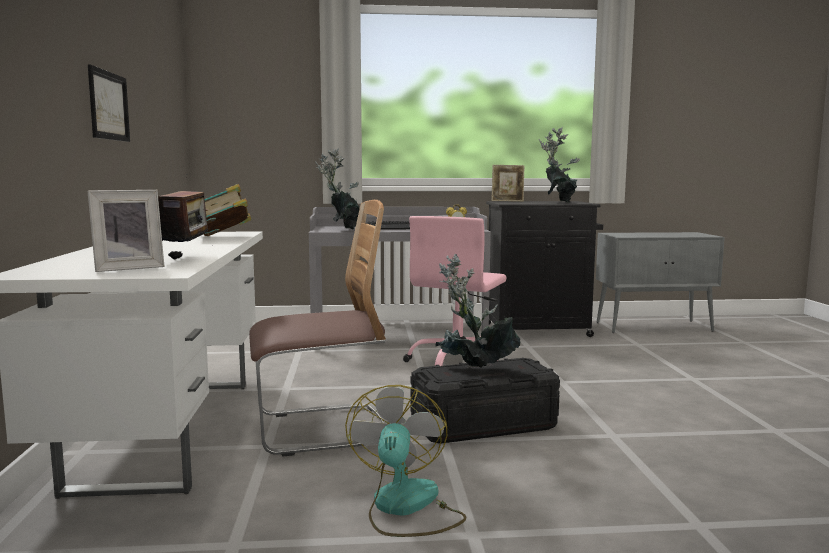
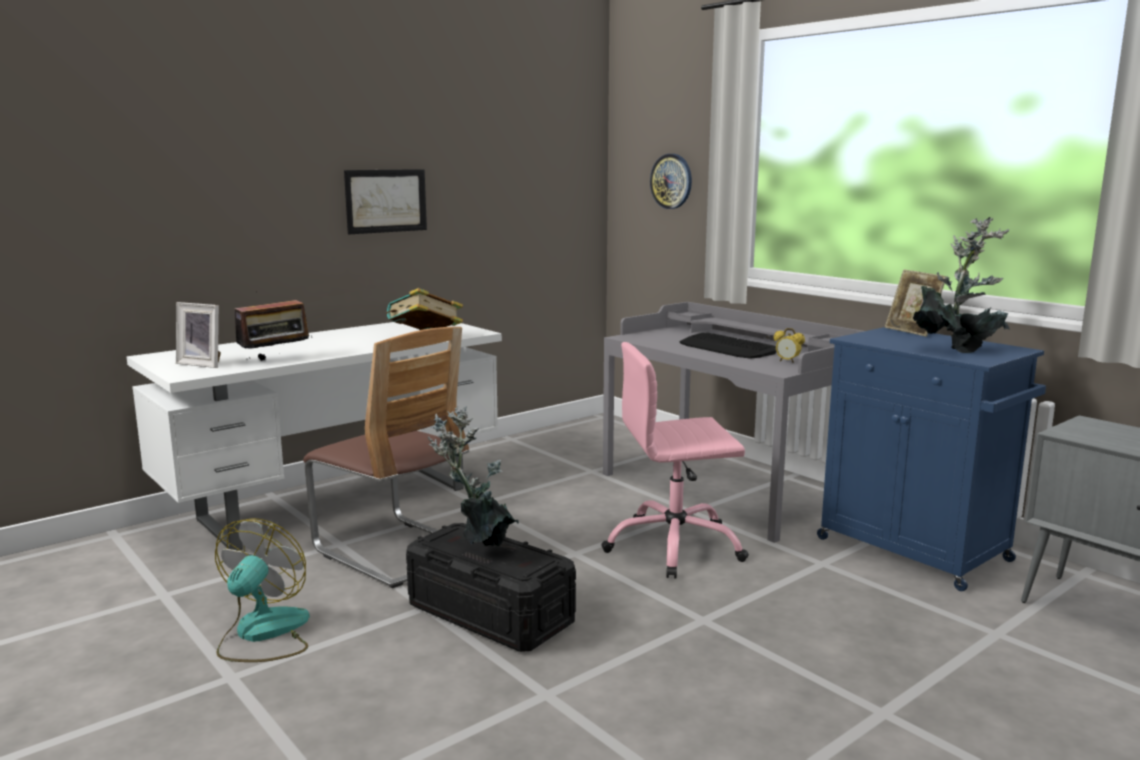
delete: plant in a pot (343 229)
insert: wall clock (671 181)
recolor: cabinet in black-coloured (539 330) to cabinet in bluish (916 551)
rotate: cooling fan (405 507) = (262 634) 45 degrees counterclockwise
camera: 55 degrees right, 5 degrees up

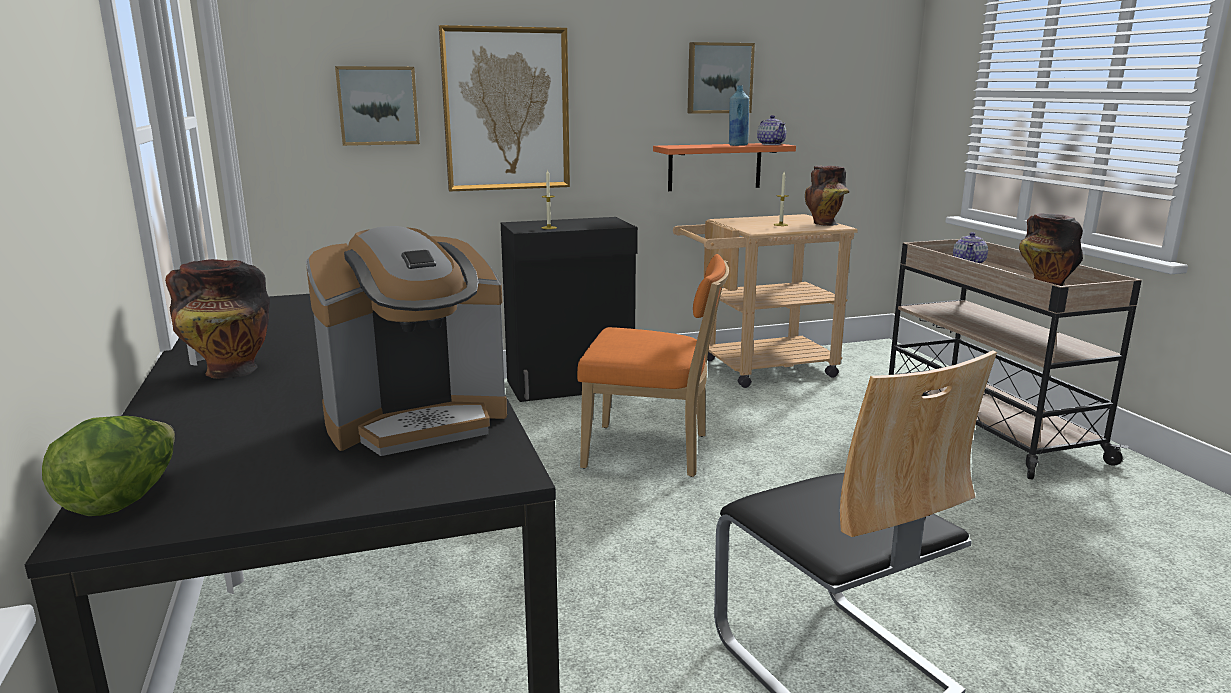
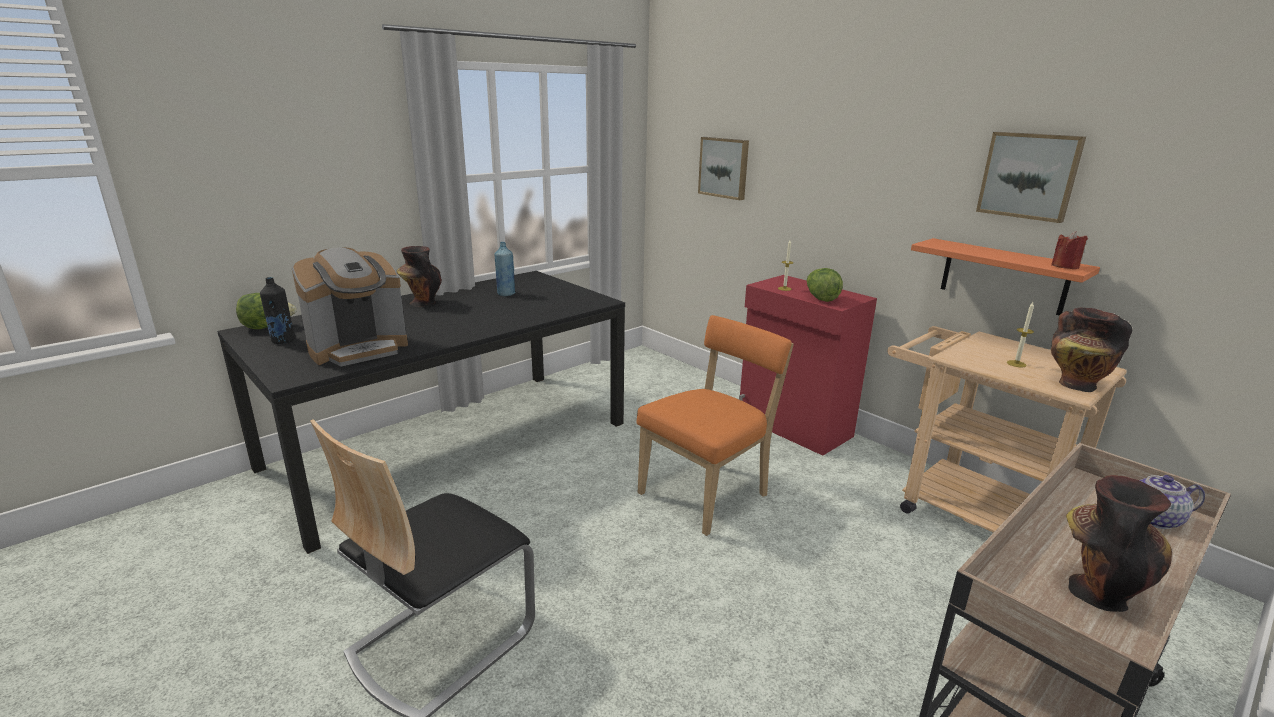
delete: wall picture (506 109)
insert: beverage bottle in black-coloured (283 340); head of lettuce (820 298)
move: beverage bottle in bluish (737 145) to (506 294)
replace: tea pot (771 144) to wax candle in red (1065 266)
recolor: cabinet in black-coloured (571 385) to cabinet in red (793 427)
rotate: coffee maker (416 420) = (359 349) 75 degrees counterclockwise; plain chair in orange-coloured (653 452) = (708 493) 120 degrees counterclockwise
camera: 65 degrees right, 5 degrees up

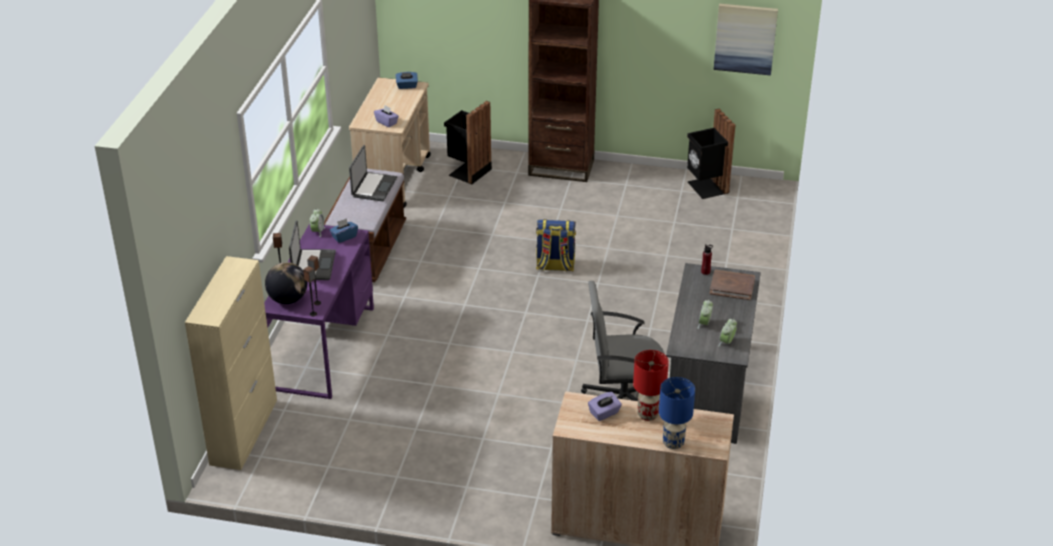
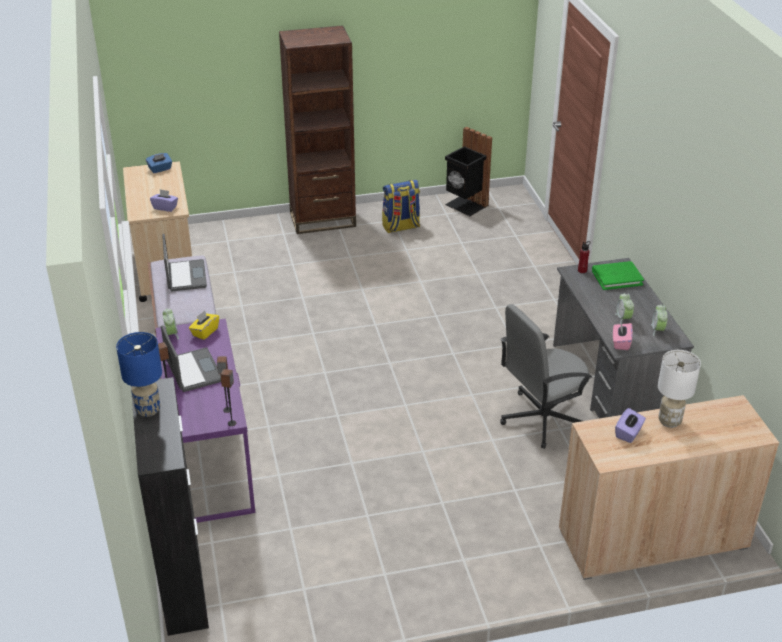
delete: globe (288 299); trash can in black-coloured (468 171); wall picture (745 38)
insert: box of tissues in pink (621 343)
move: table lamp in bluish (673 443) to (148 410); knapsack (555 266) to (401 227)
recolor: cabinet in beige (244 431) to cabinet in black-coloured (183 581); box of tissues in bluish (344 237) to box of tissues in yellowish (205 332); book in brown-coloured (732 287) to book in green (617 277); table lamp in red (648 415) to table lamp in white (670 421)
camera: 25 degrees left, 0 degrees up

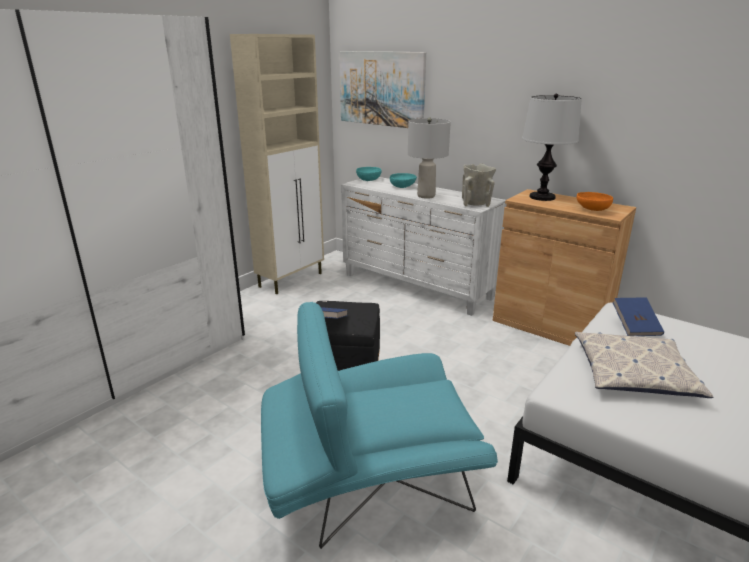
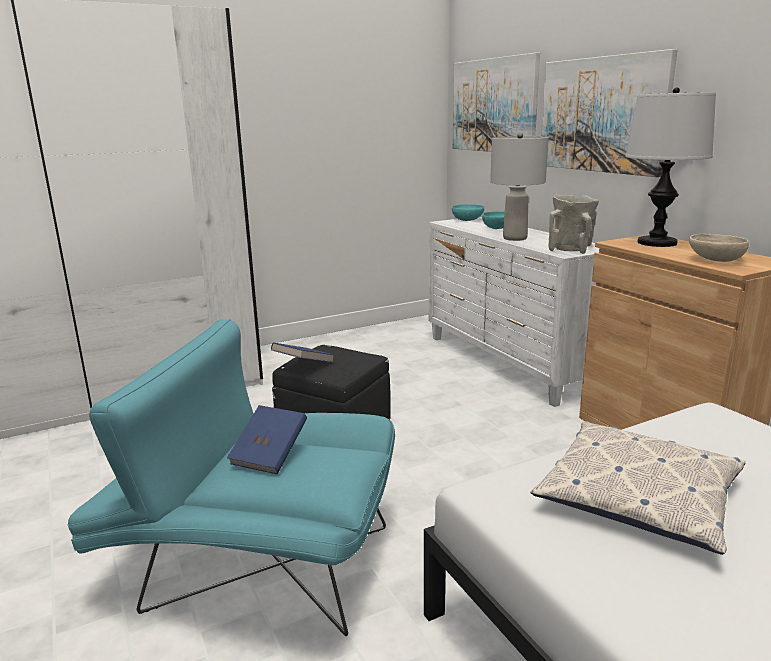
delete: cabinet in beige (291 280)
insert: wall picture (601 115)
move: book in bluish (635 327) to (270 455)
recolor: bowl in orange-coloured (592 209) to bowl in beige (714 260)
camera: 25 degrees right, 5 degrees down

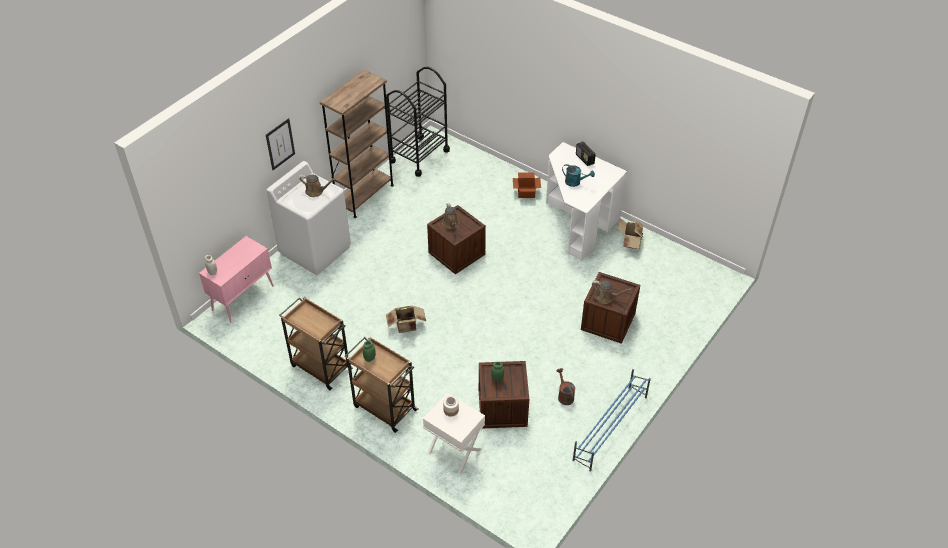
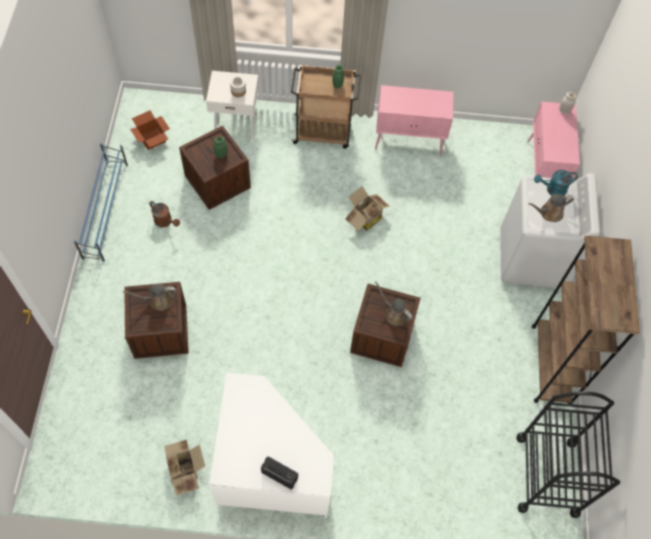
delete: wall picture (280 144)
move: cardboard box (526 192) to (152 139); watering can in blue-green (575 182) to (552 190)
replace: wheeled cart in brown-coloured (320 367) to cabinet in pink (409 140)
camera: 145 degrees right, 15 degrees up

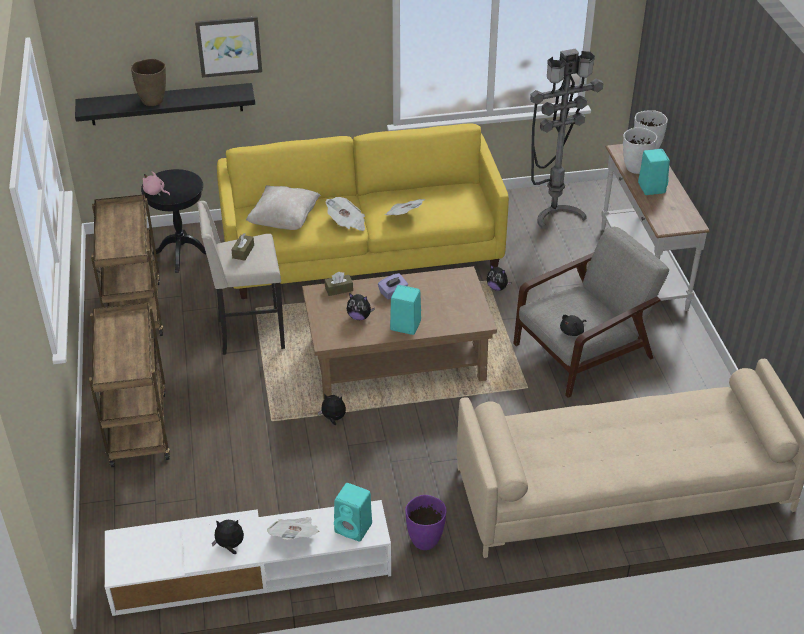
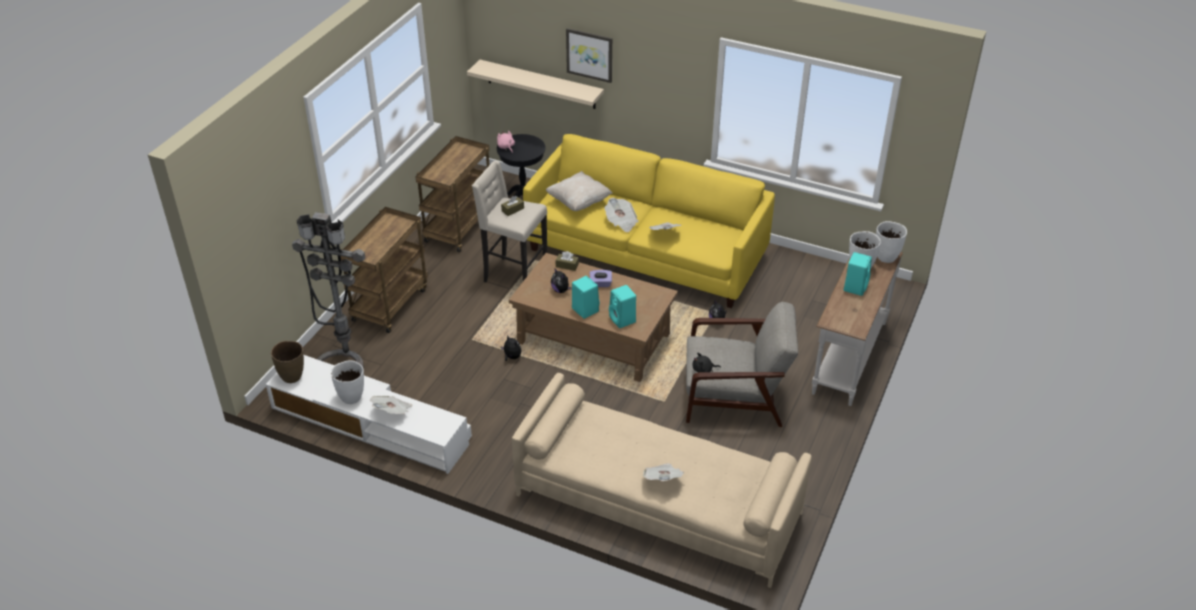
delete: flower vase in purple-coloured (424 540)
insert: newspaper (662 479)
move: flower vase in brown-coloured (153 101) to (292 376); floor lamp in grey (555 212) to (345 356); speaker in blue-green (354 528) to (623 320)
replace: soft toy (230 546) to flower vase in white (351 397)
recolor: bracket shelf in black-coloured (166 104) to bracket shelf in beige (541 84)
camera: 35 degrees right, 0 degrees up

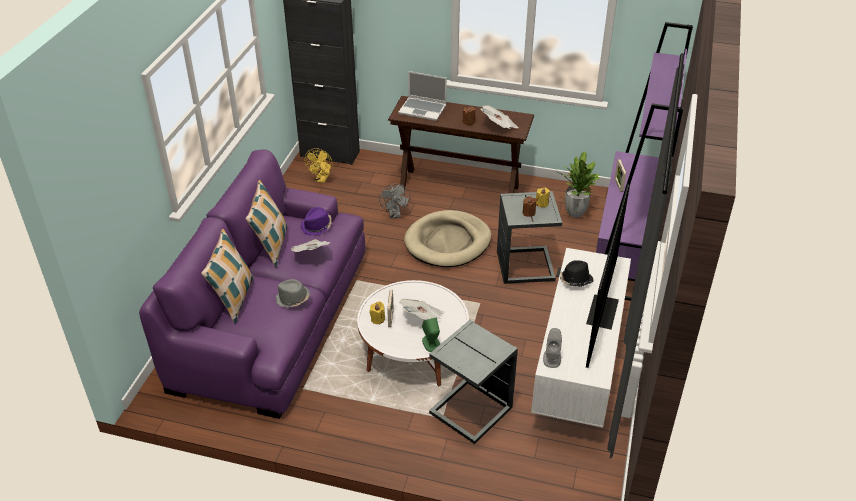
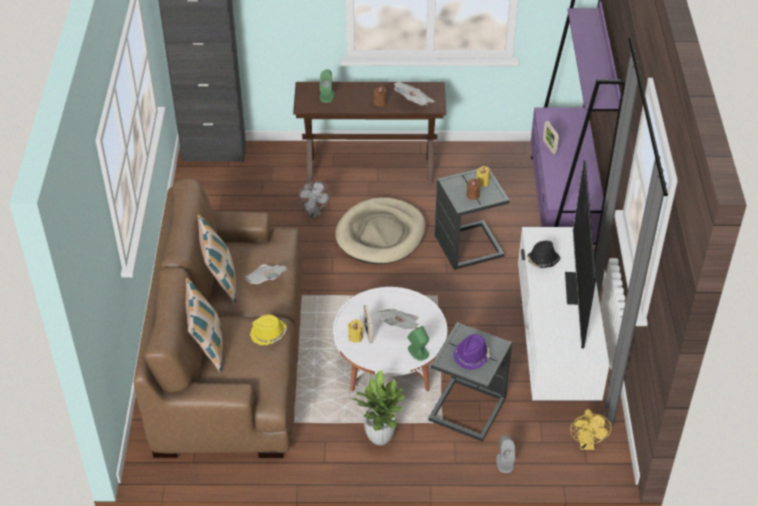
move: plant in a pot (575 212) to (379 437); wearable hat in purple-coloured (317 226) to (472 356); speaker in grey (552 358) to (505 462); cooling fan in yellowish (321 179) to (587 444)
replace: laptop (423 110) to speaker in green (327 95)
recolor: settee in purple-coloured (271 319) to settee in brown-coloured (230 355); wearable hat in grey (292 299) to wearable hat in yellowish (268 334)
camera: 15 degrees left, 5 degrees up

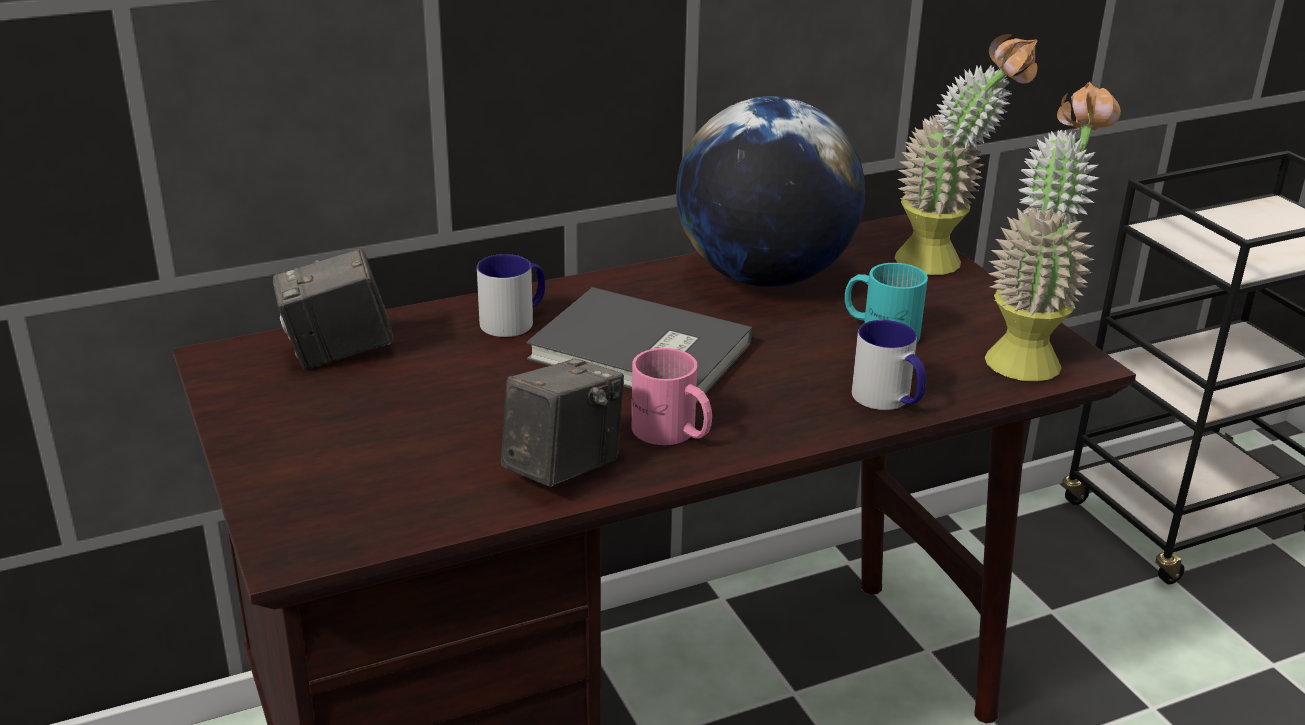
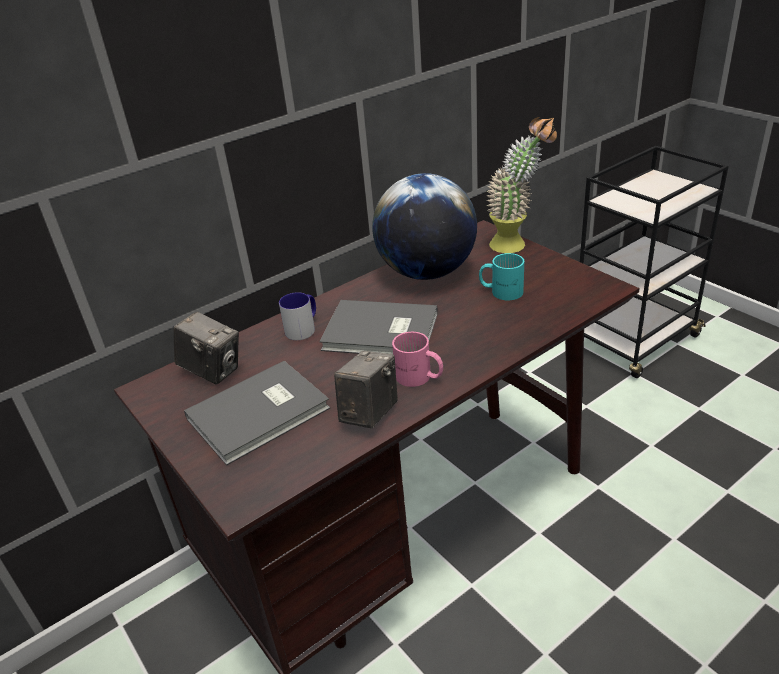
delete: mug (889 400); plant in a pot (1029 354)
insert: book in grey (261 414)
rotate: still camera (338 353) = (212 371) 120 degrees counterclockwise
camera: 10 degrees left, 5 degrees up

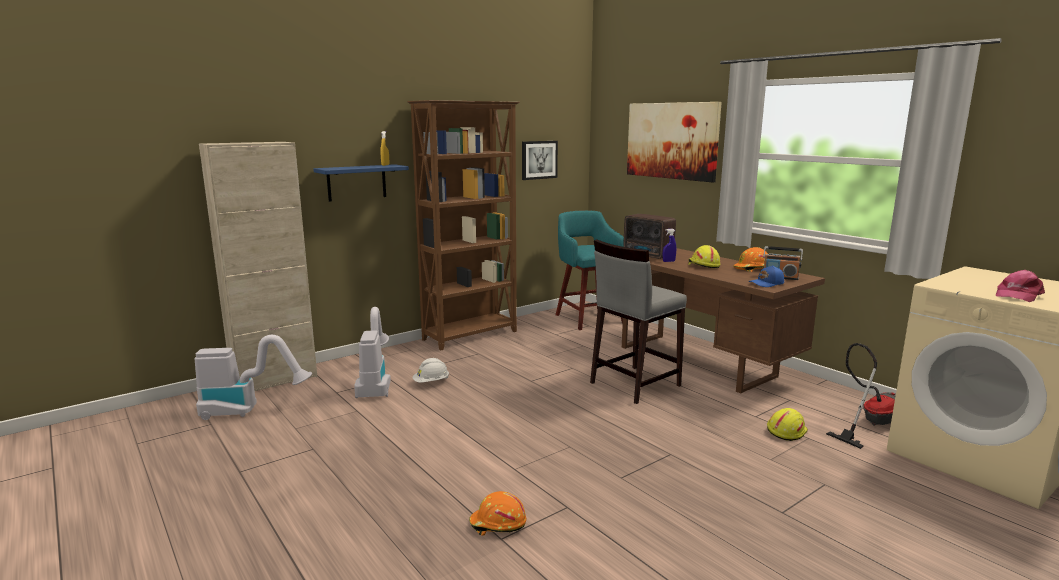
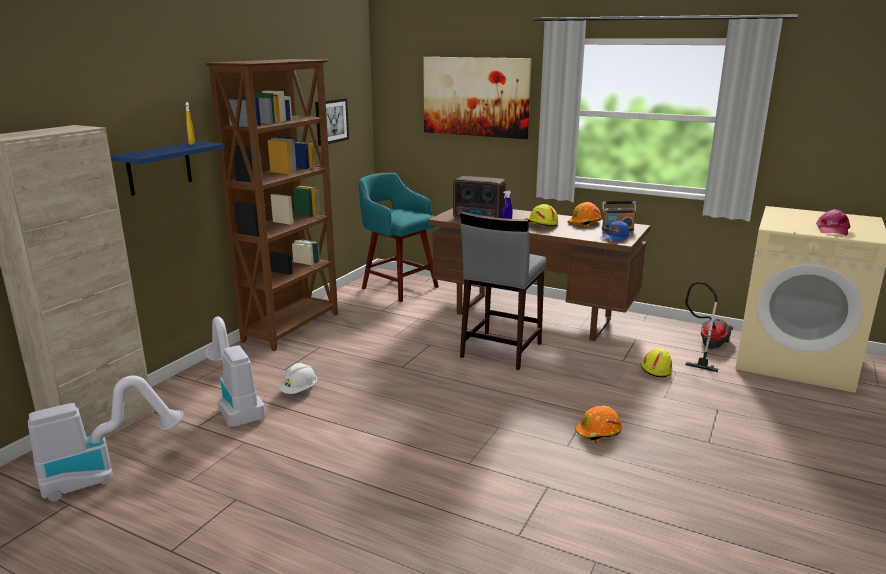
move: work helmet in orange-coloured (497 524) to (598 432)
camera: 25 degrees left, 5 degrees up

